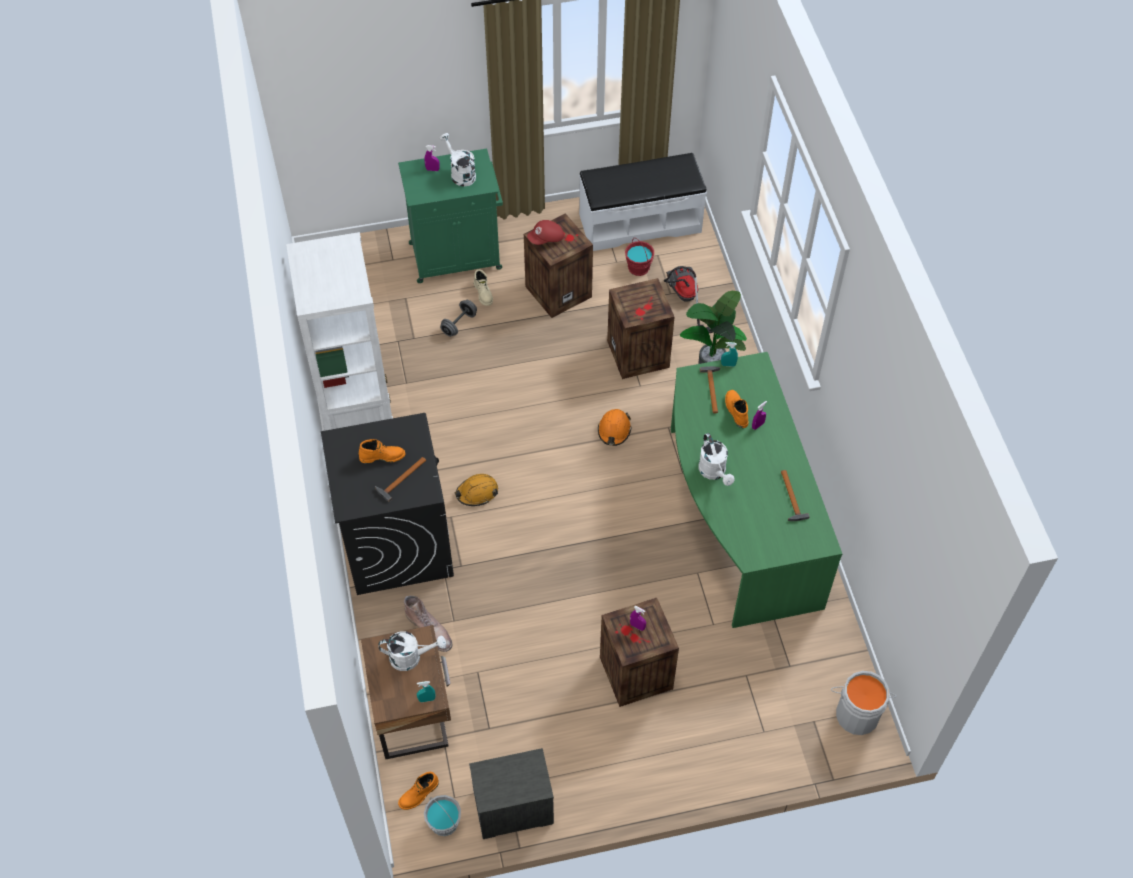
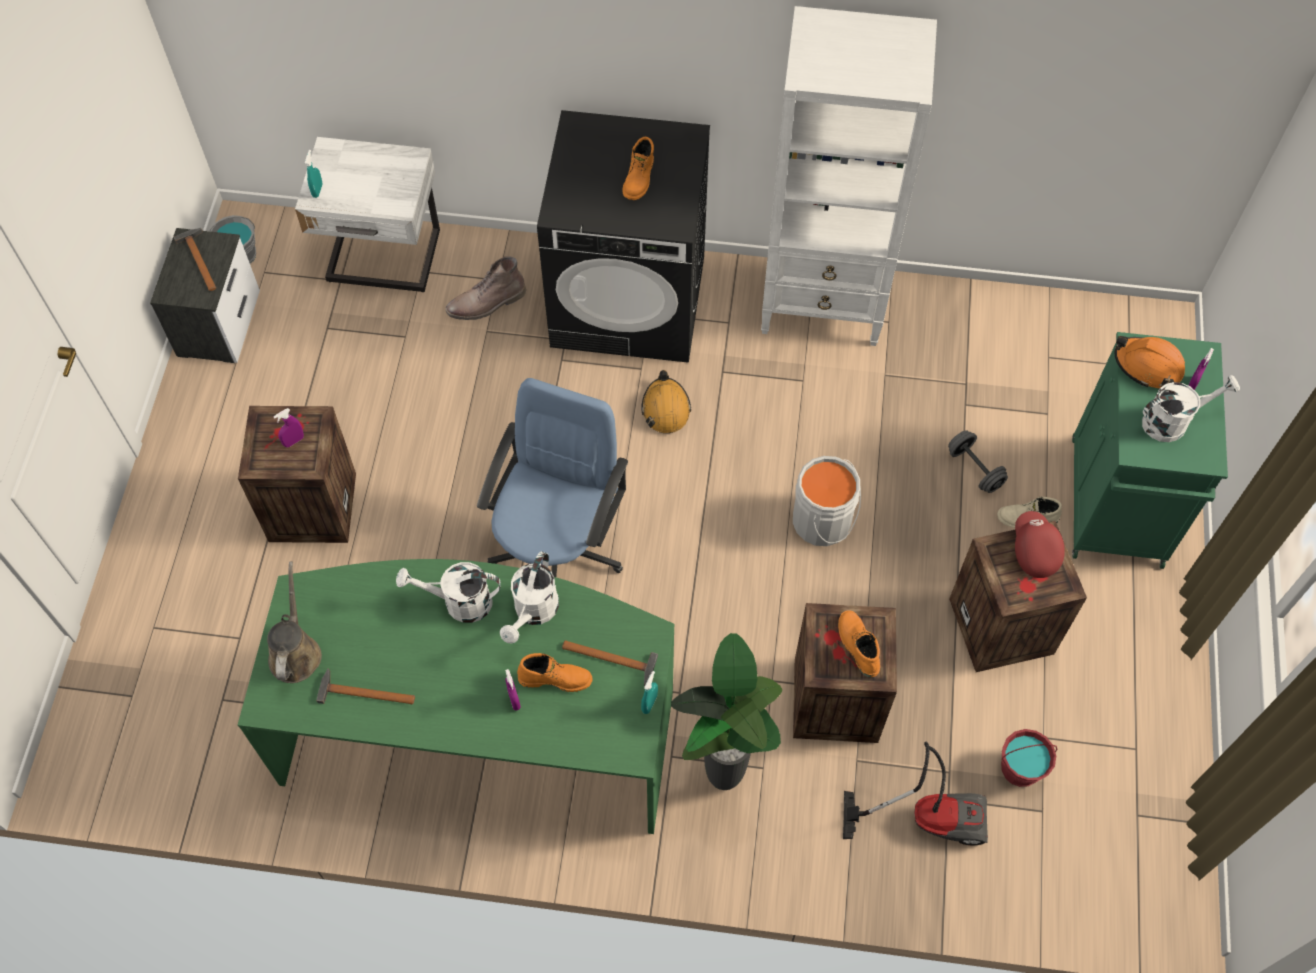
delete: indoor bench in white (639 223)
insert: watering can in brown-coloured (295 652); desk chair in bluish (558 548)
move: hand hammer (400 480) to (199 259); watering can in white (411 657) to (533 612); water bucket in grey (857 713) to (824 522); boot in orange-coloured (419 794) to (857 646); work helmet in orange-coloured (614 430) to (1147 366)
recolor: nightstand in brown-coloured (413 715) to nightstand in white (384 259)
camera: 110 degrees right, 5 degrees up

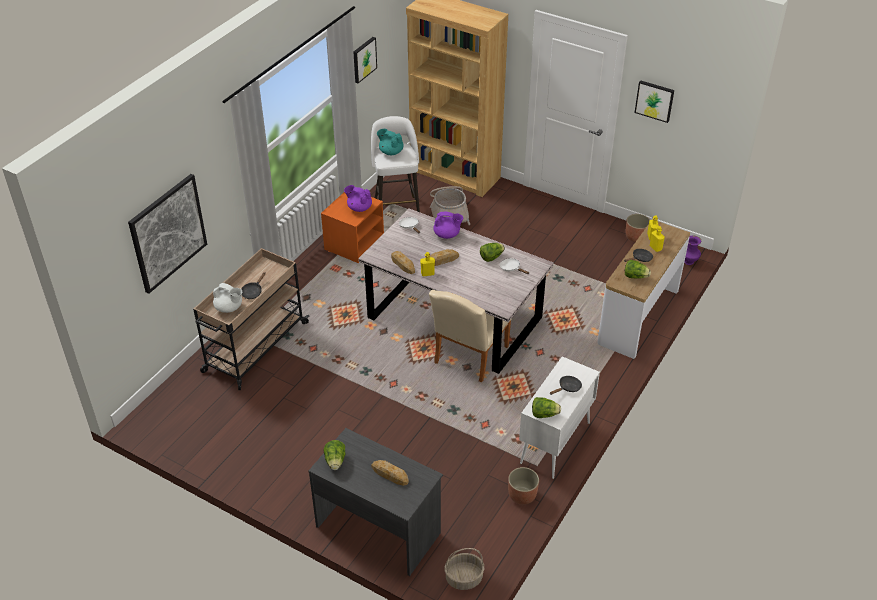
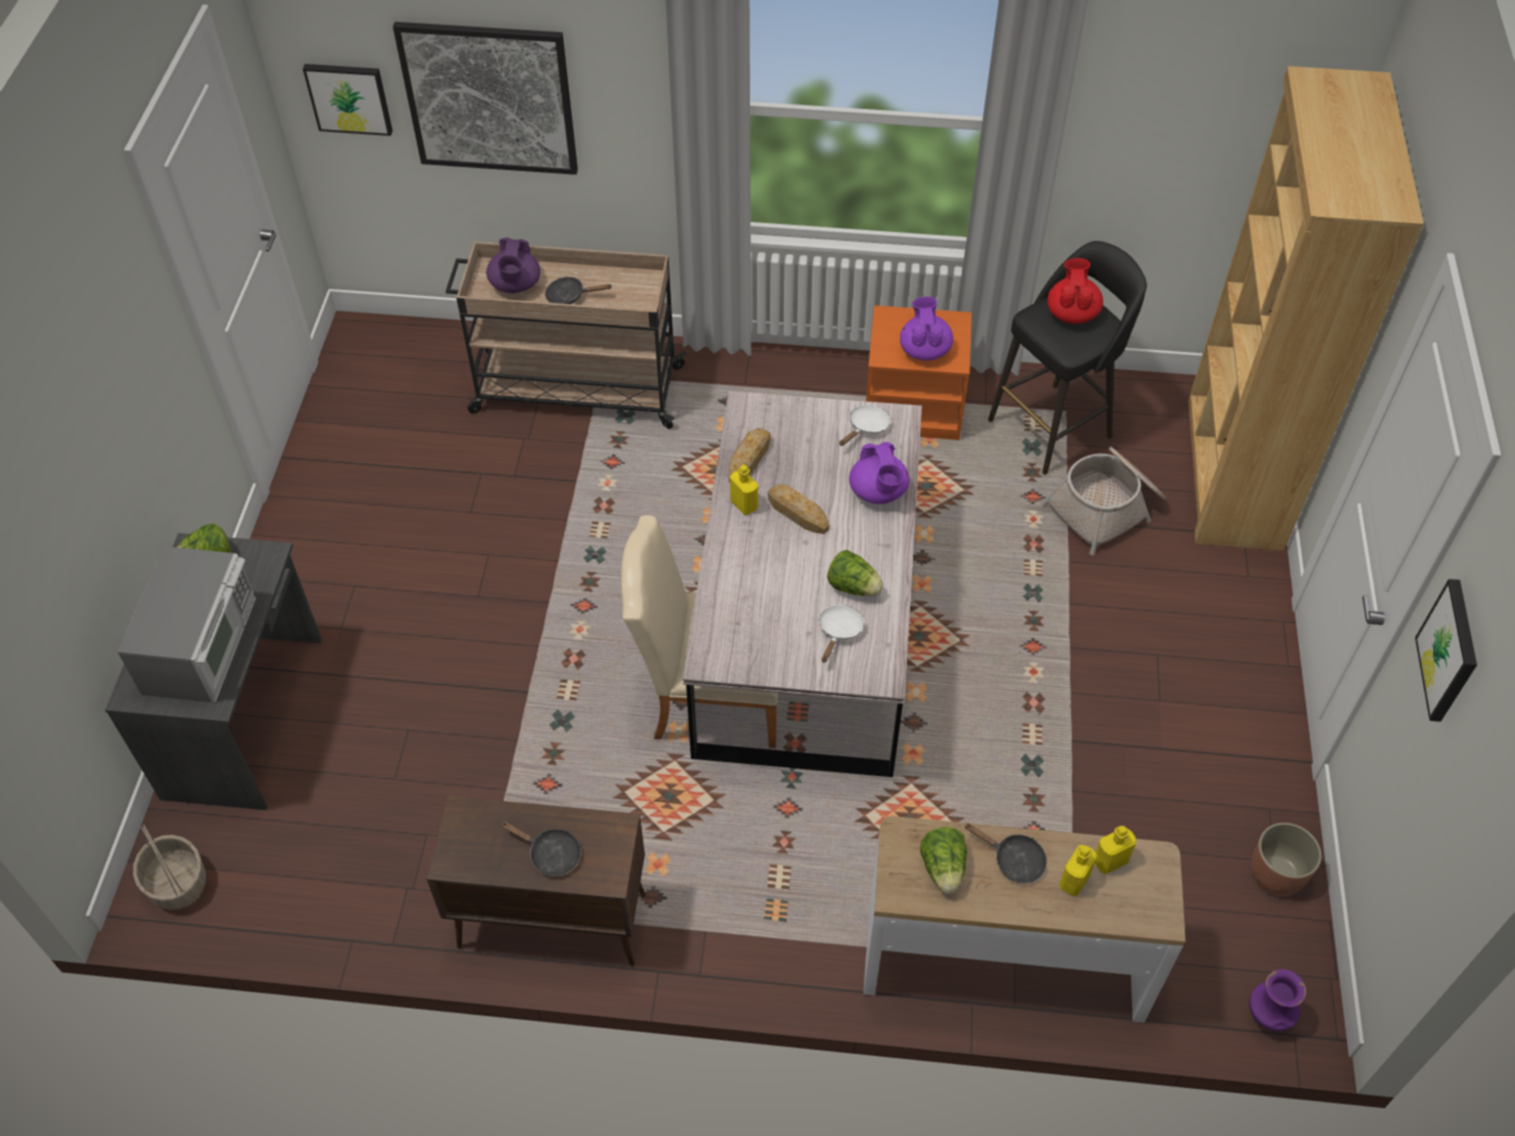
delete: plant pot (522 495); head of lettuce (544 414)
move: wall picture (363 59) to (349 97)
replace: bakery bread (390 474) to kitchen microwave (202 645)
recolor: cabinet in white (555 443) to cabinet in brown-coloured (550 921); tea pot in white (229 308) to tea pot in purple-coloured (515 285); stool in white (396 209) to stool in black-coloured (1053 427); tea pot in blue-green (390 152) to tea pot in red (1072 313)
camera: 65 degrees right, 10 degrees up

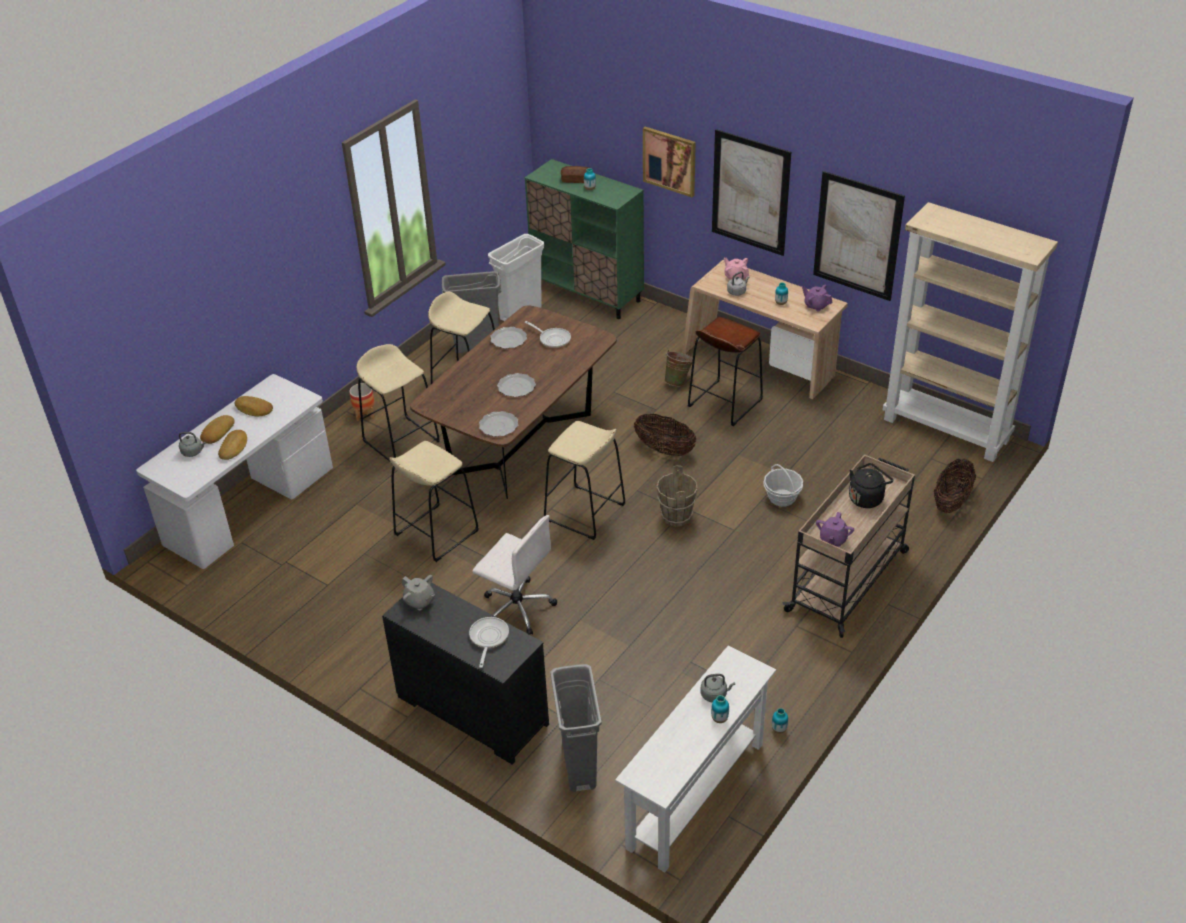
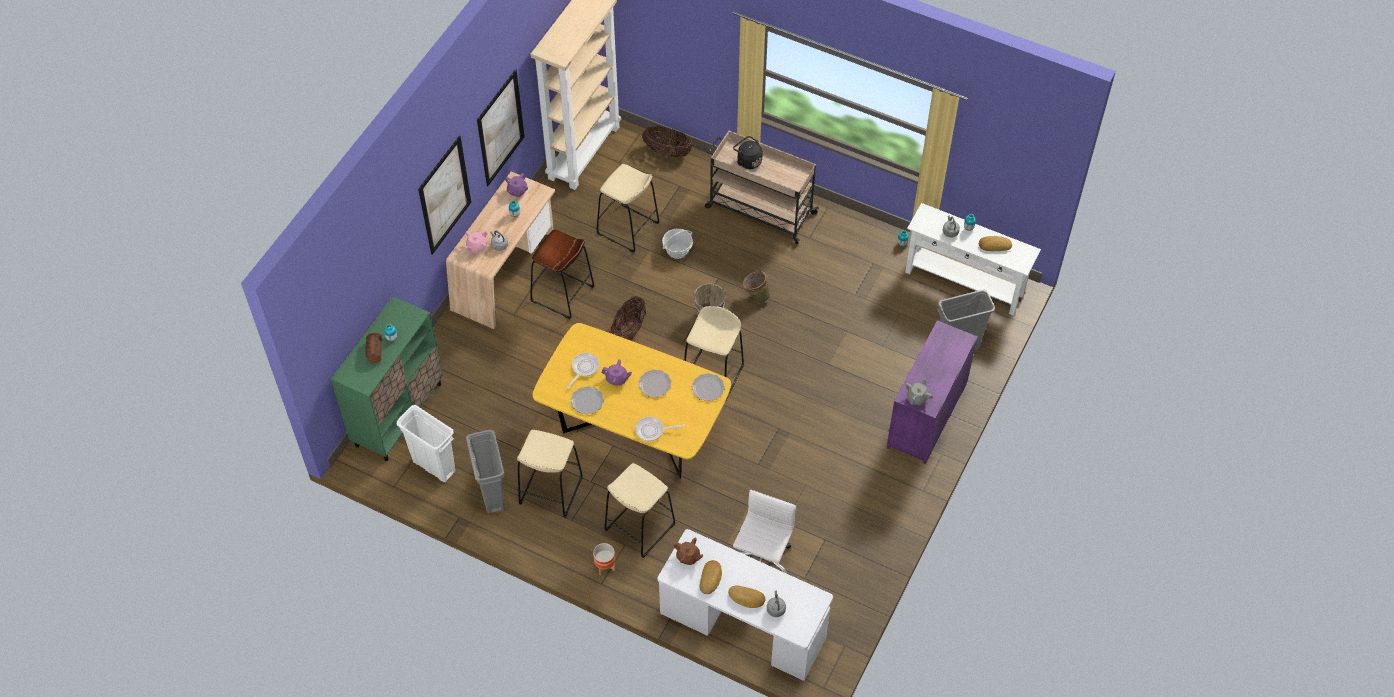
delete: wall picture (669 161)
insert: tea pot in brown-coloured (688 557)
move: stool in beige (436 533) to (628 228); tea pot in purple-coloured (833 539) to (617 379); frying pan (488 638) to (652 430); desk chair in white (516 608) to (762 561); water bucket in green (678 381) to (756 296); bakery bread (234 447) to (994 245)
recolor: dining table in brown-coloured (521 444) to dining table in yellowish (633 433); chest of drawers in black-coloured (471 711) to chest of drawers in purple-coloured (927 416)
camera: 100 degrees left, 15 degrees up

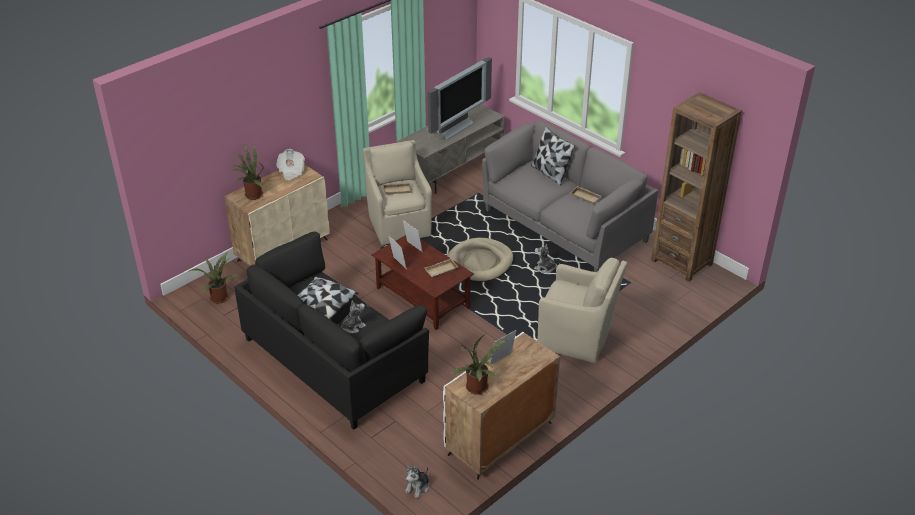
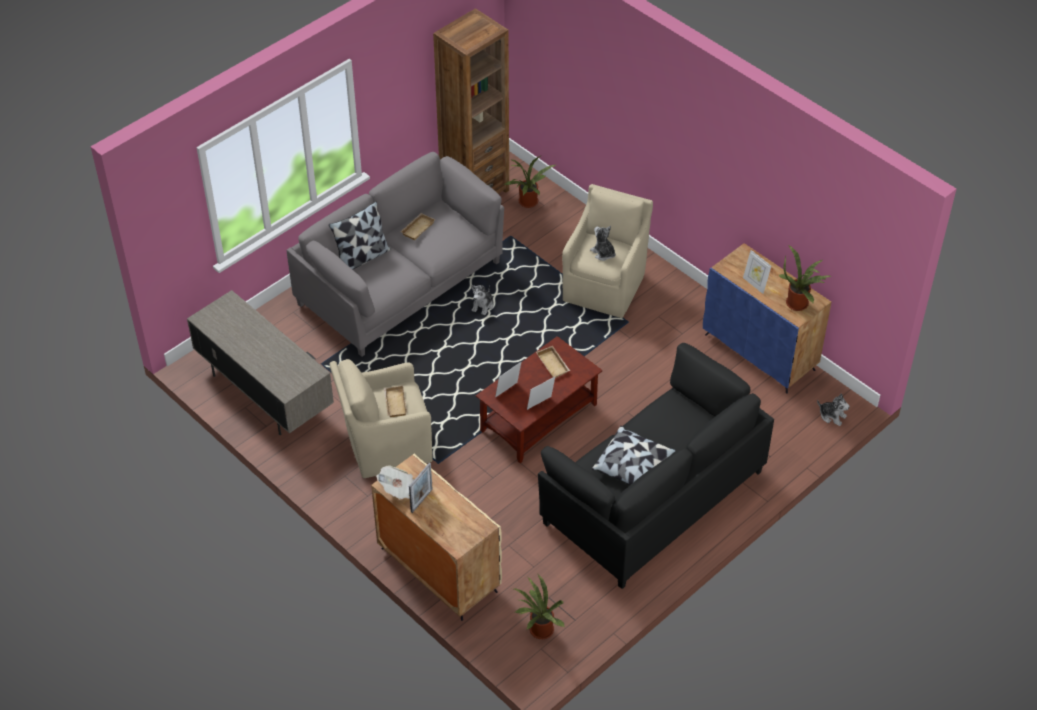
delete: TV set (453 127); pet bed in beige (479 263)
insert: picture frame (421 500)
move: plant in a pot (252 195) to (528 203); soft toy (352 326) to (603 253)
recolor: cabinet in white (500 439) to cabinet in bluish (760 352)
camera: 90 degrees left, 10 degrees up

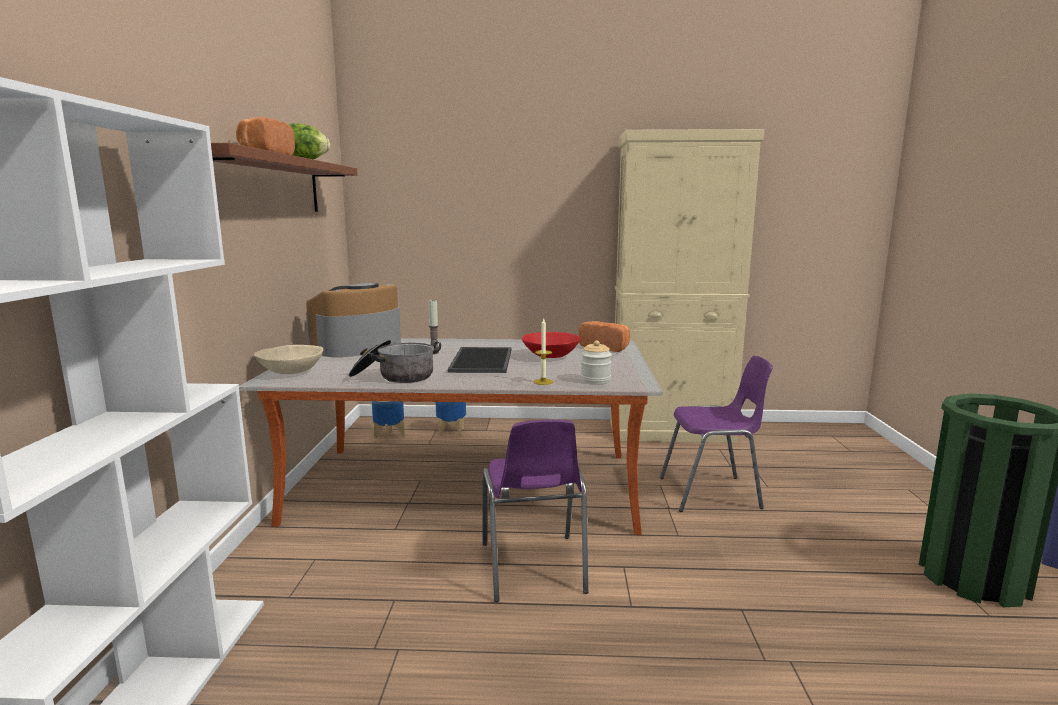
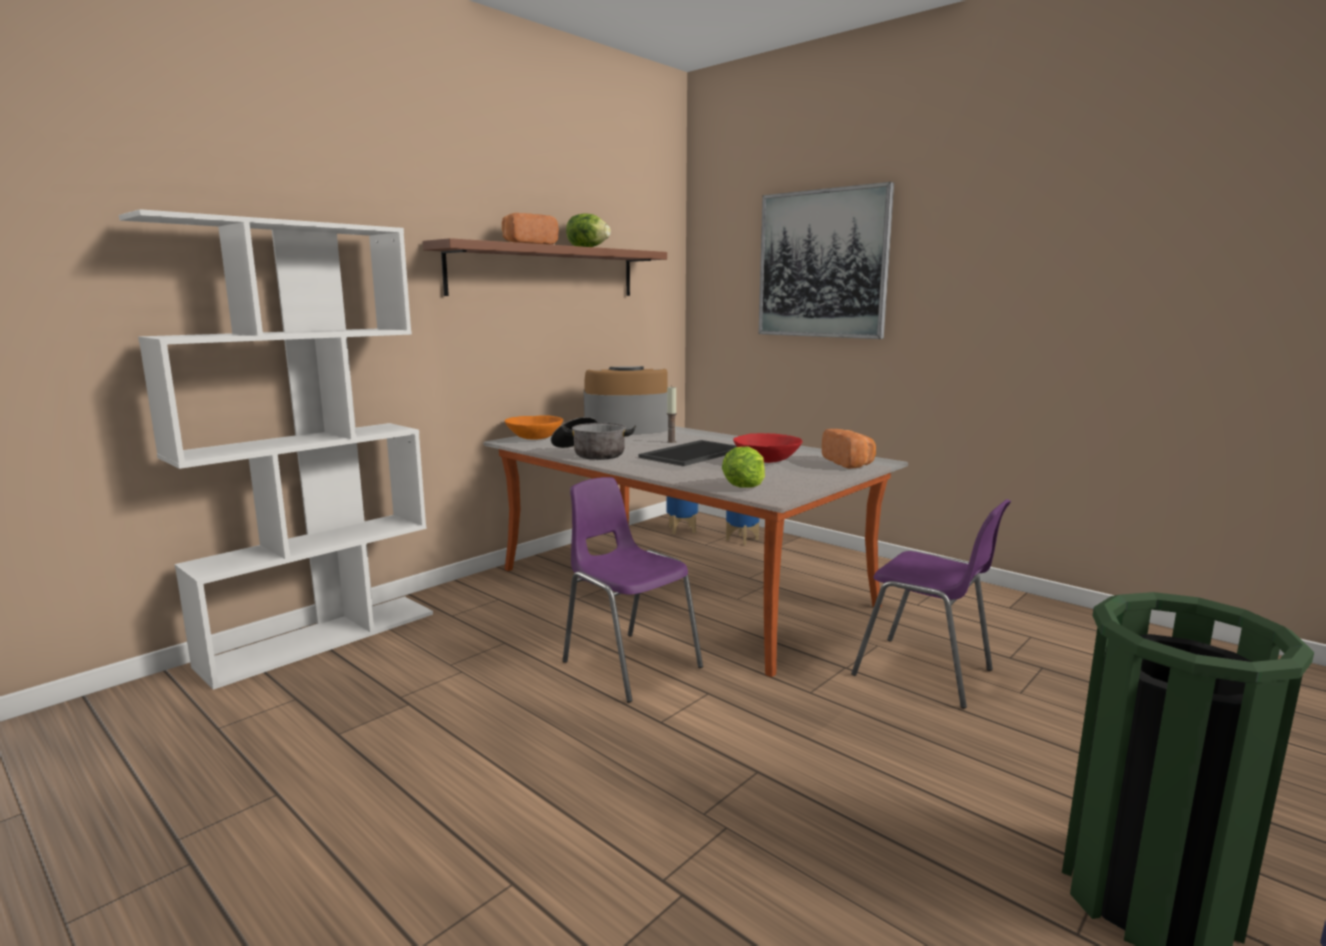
delete: wax candle (543 382); cabinet in beige (671 431)
insert: wall picture (822 264)
replace: jar (595 380) to head of lettuce (744 486)
recolor: bowl in beige (291 372) to bowl in orange-coloured (534 438)
rotate: plain chair in purple-coloured (533 569) = (629 663) 105 degrees clockwise
camera: 40 degrees right, 0 degrees up

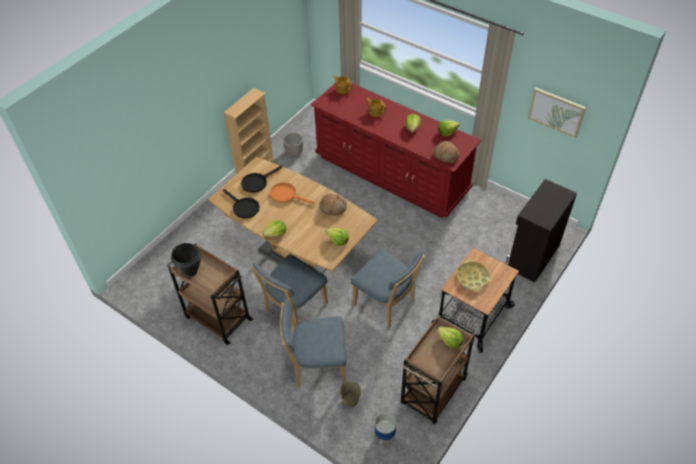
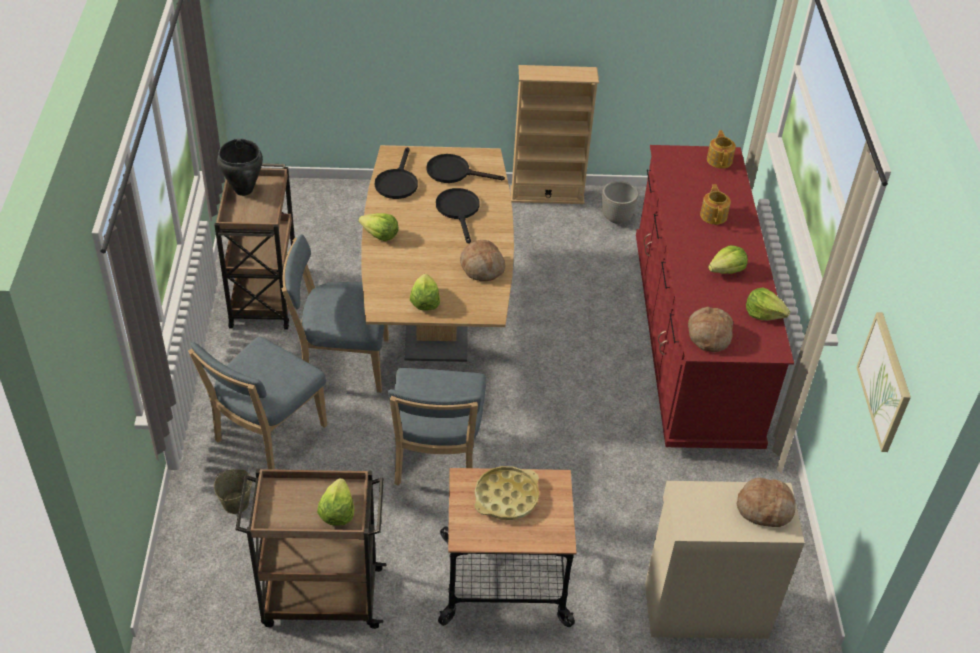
delete: plant pot (384 435)
insert: bakery bread (765 508)
recolor: frying pan in orange-coloured (287 195) to frying pan in black-coloured (459 211); cabinet in black-coloured (532 256) to cabinet in beige (704 608)
rotate: plain chair in bluish (317 365) = (266 436) 105 degrees counterclockwise
camera: 50 degrees right, 5 degrees down

